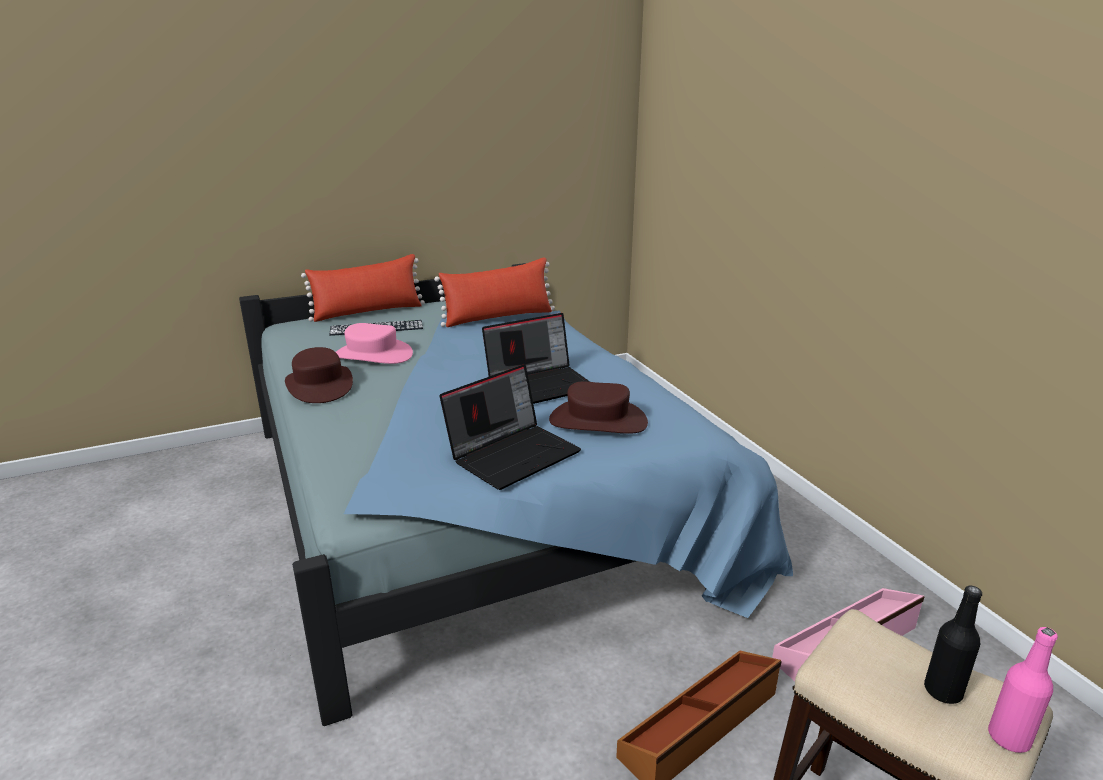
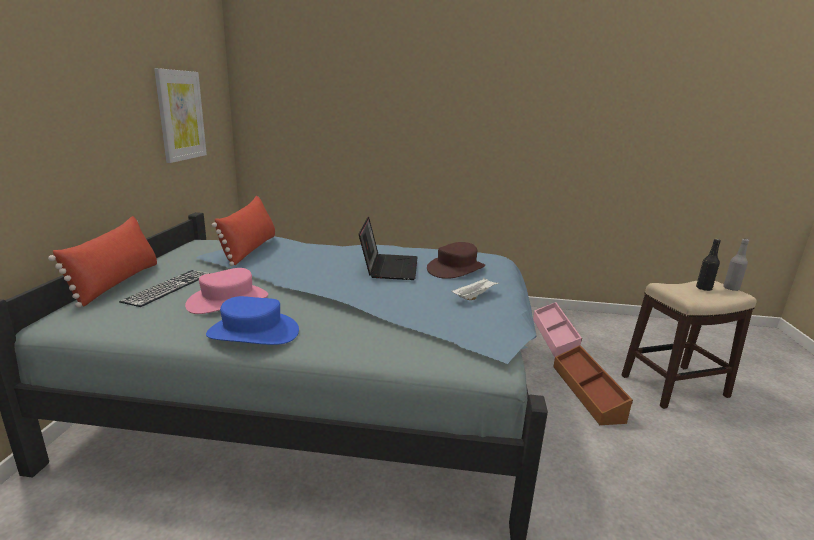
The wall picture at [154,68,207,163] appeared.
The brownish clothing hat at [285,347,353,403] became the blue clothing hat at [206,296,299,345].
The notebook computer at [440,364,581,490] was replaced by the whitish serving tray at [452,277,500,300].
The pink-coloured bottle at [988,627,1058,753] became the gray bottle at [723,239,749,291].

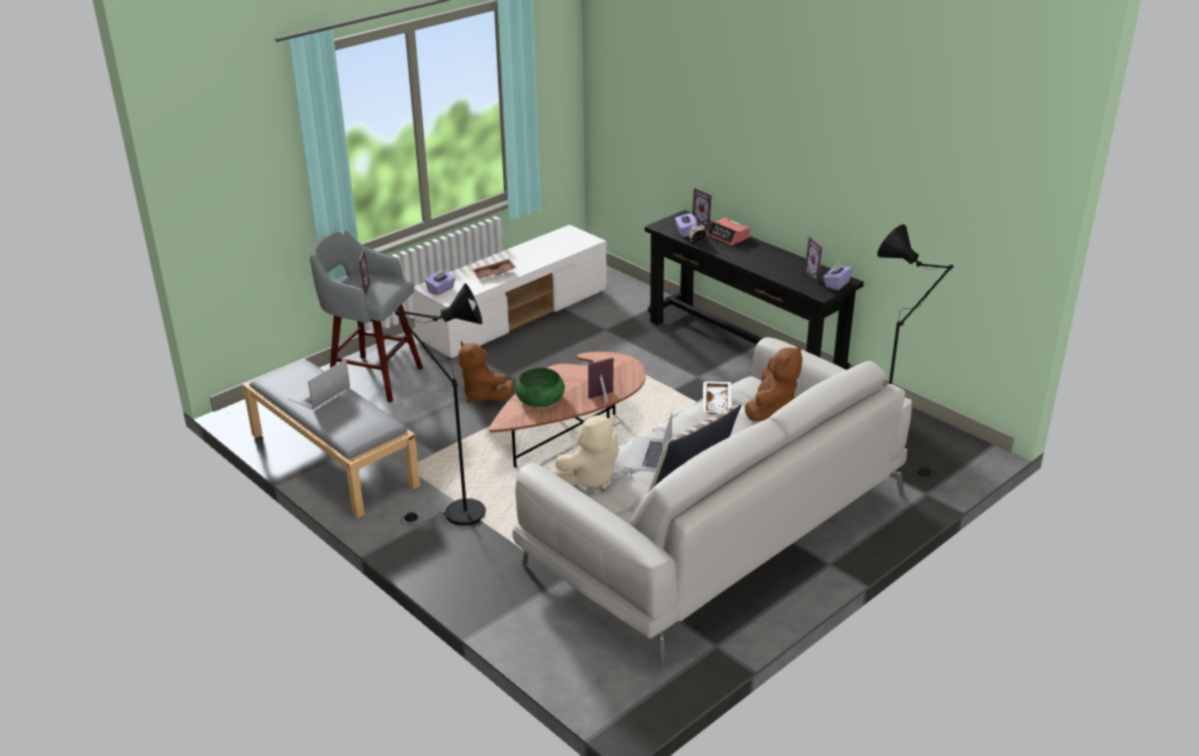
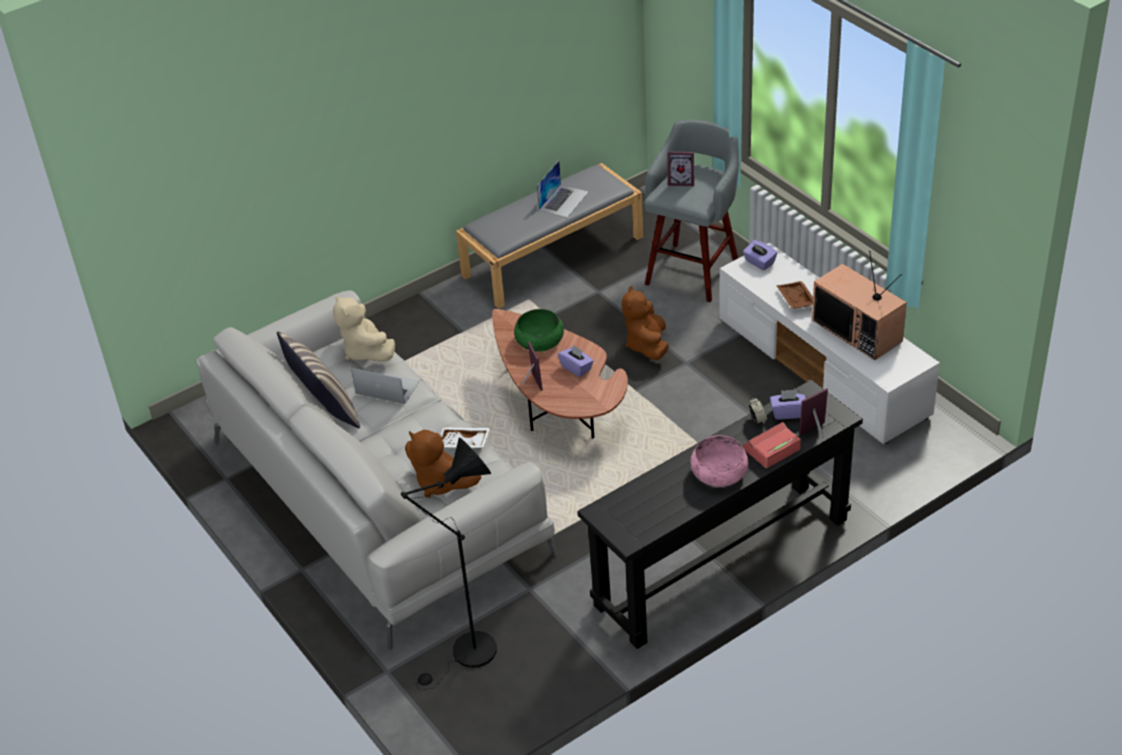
The notebook computer at [288,359,350,410] turned 75 degrees clockwise.
The purple-coloured box of tissues moved from [823,261,853,290] to [558,345,594,377].
The brownish soft toy at [458,341,513,403] turned 60 degrees counterclockwise.
The pink-coloured serving bowl at [690,435,749,487] appeared.
The television at [812,251,907,360] appeared.
The black standing lamp at [395,283,486,526] disappeared.
The picture frame at [805,237,824,283] disappeared.

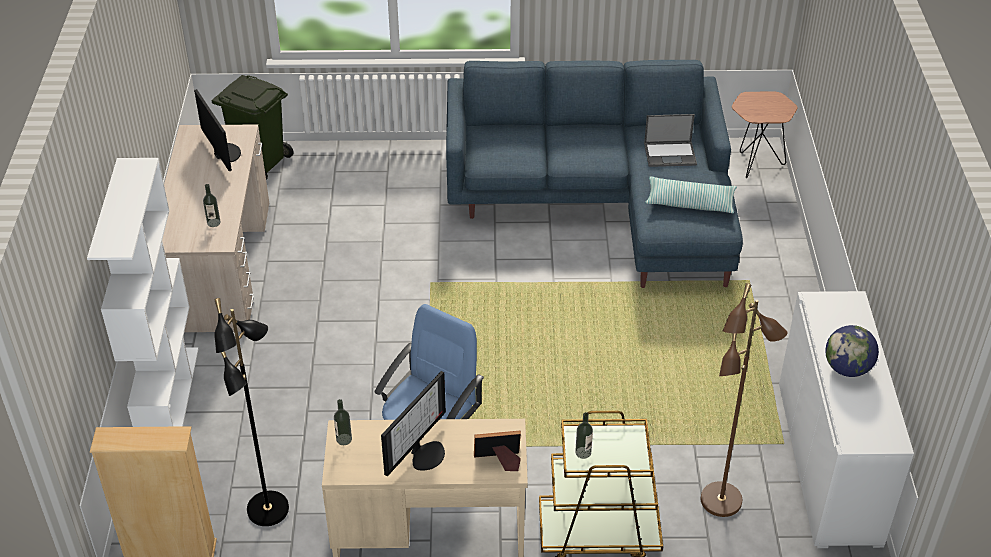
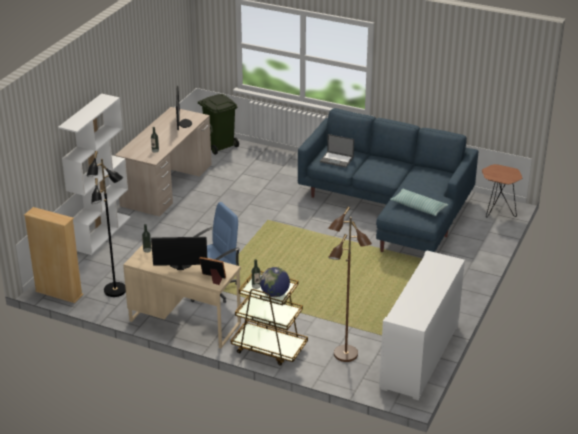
The computer screen at [381,371,446,476] turned 150 degrees counterclockwise.
The desk globe moved from [825,325,879,377] to [260,267,290,297].
The notebook computer moved from [644,114,697,167] to [320,134,354,168].

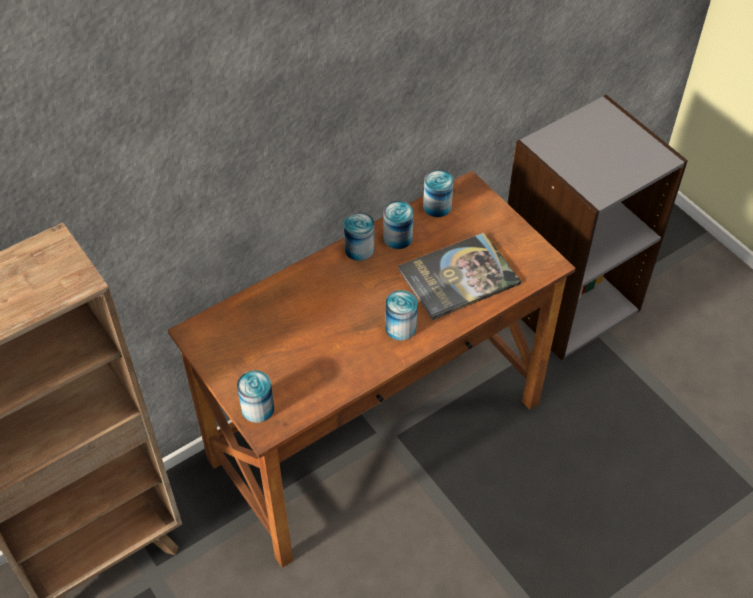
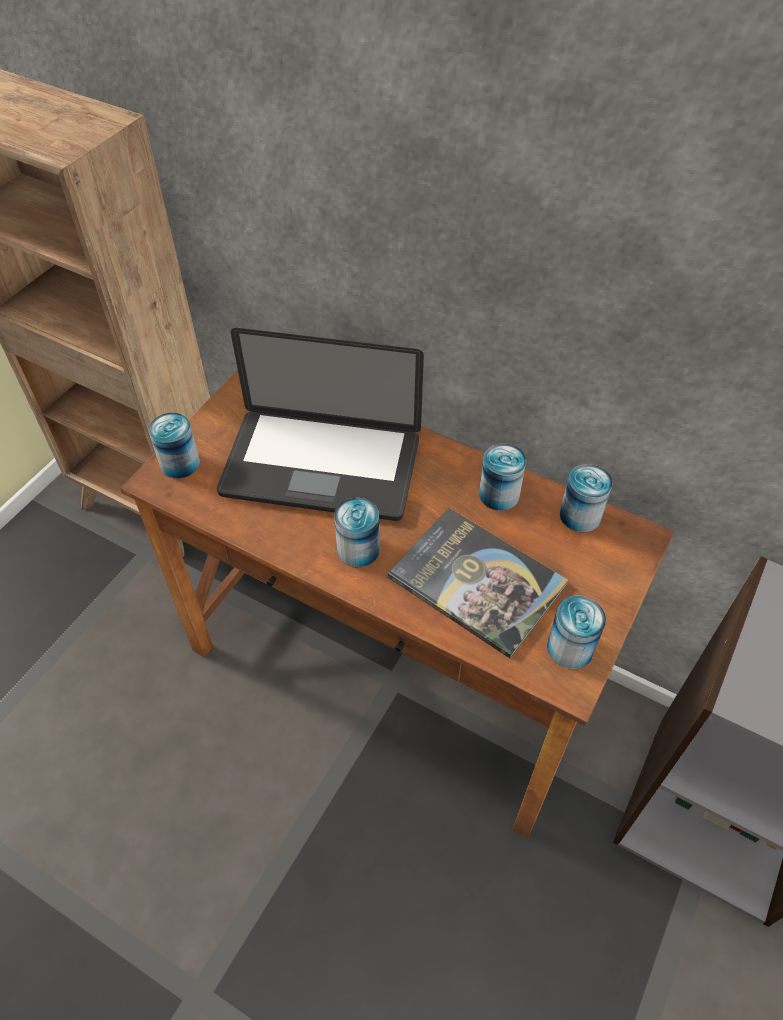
The notebook computer at [217,328,424,521] appeared.
The metal can moved from [344,212,374,261] to [547,596,606,669].

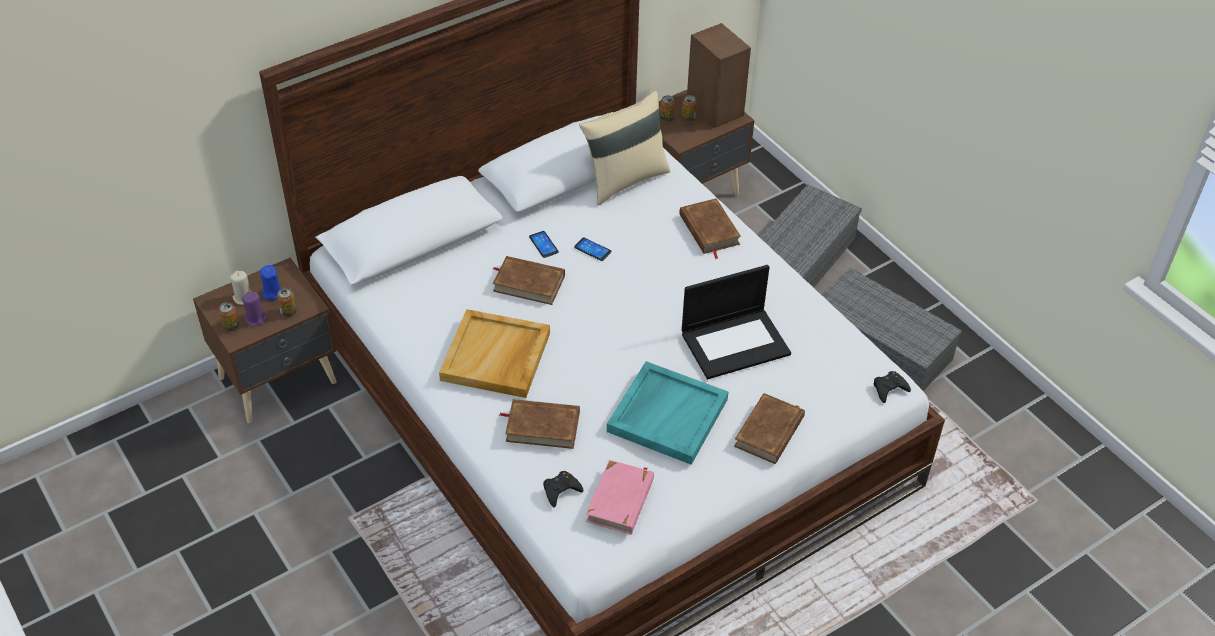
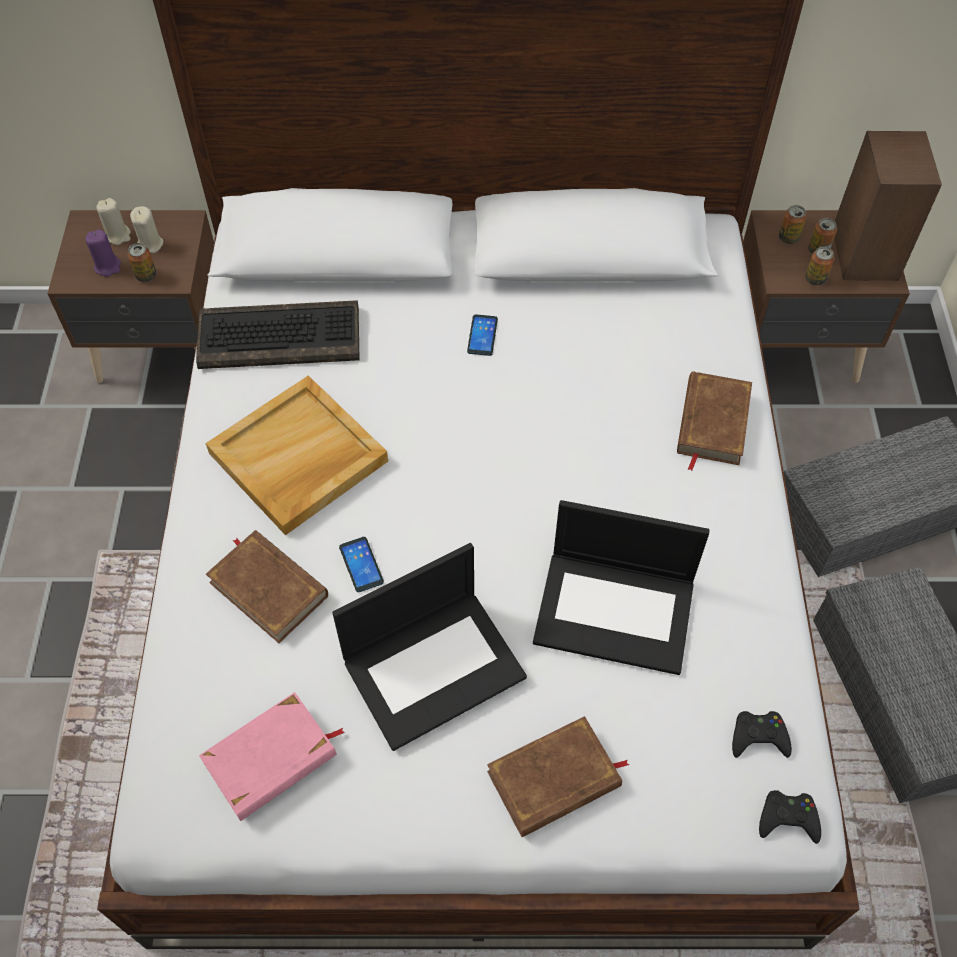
The blue candle at [260,265,282,301] became the beige candle at [130,206,163,253].
The PC keyboard at [196,300,360,369] appeared.
The turquoise serving tray at [607,361,728,465] was replaced by the notebook computer at [332,543,527,751].
The handset moved from [574,237,611,261] to [339,537,384,592].
The black game controller moved from [543,471,583,507] to [732,711,792,758].
The metal can moved from [218,302,239,331] to [805,246,834,286].
The brownish book at [492,256,565,305] disappeared.
The beige cushion at [579,91,670,206] disappeared.

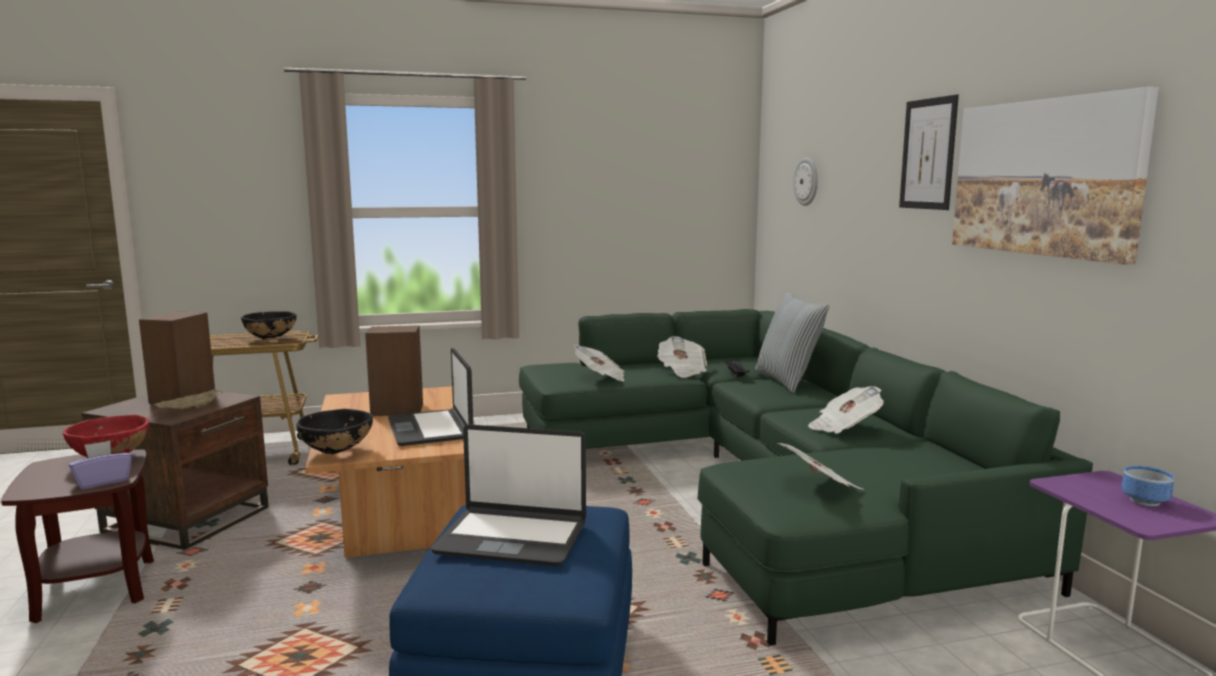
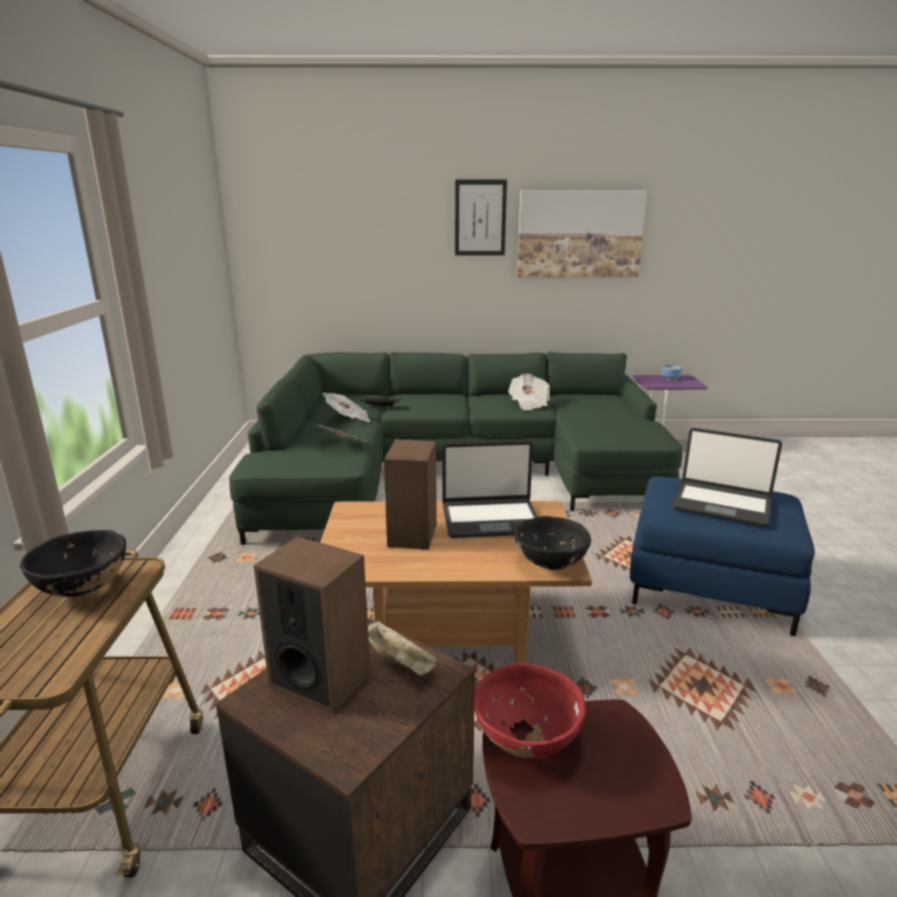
The notebook computer at [431,424,586,566] turned 90 degrees clockwise.
The purple-coloured box of tissues at [69,440,132,489] disappeared.
The cushion at [755,292,830,393] disappeared.
The printed paper at [778,443,865,490] disappeared.
The wall clock at [793,158,818,206] disappeared.

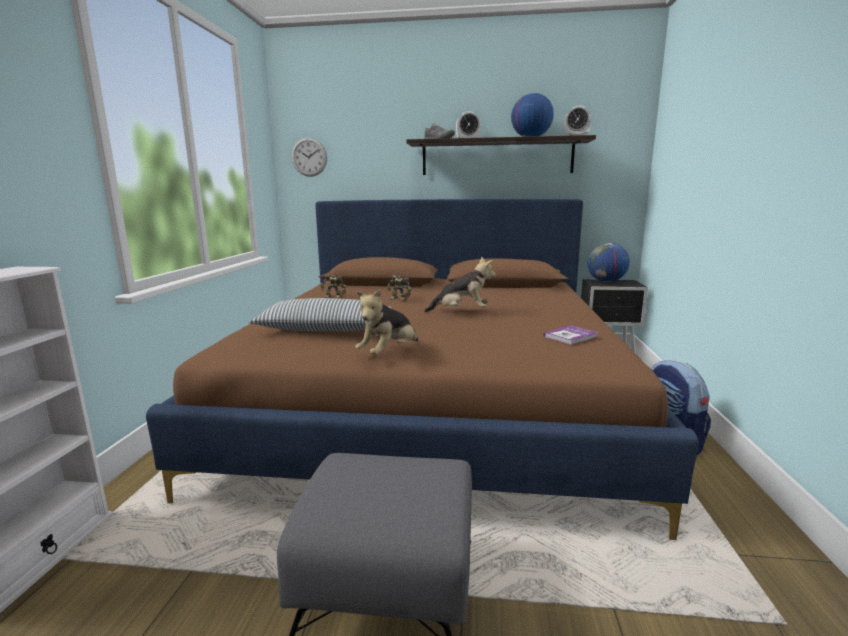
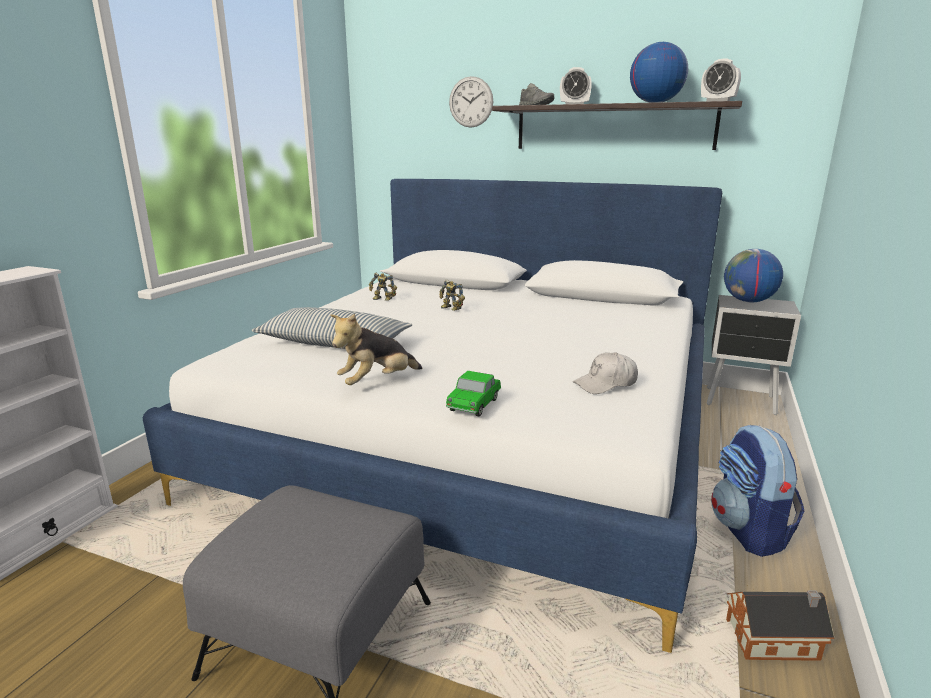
The brownish bedroom bed at [146,199,699,540] became the whitish bedroom bed at [143,179,722,653].
The model car at [446,371,501,416] appeared.
The wall clock moved from [291,138,327,177] to [449,76,493,128].
The book at [544,325,598,345] was replaced by the whitish cap at [573,352,638,394].
The miniature house at [726,590,834,661] appeared.
The soft toy at [424,256,496,312] disappeared.

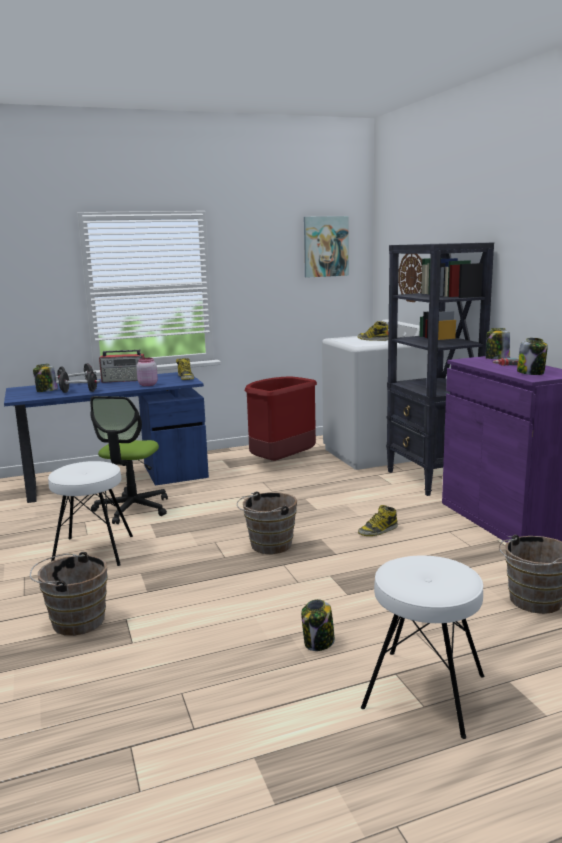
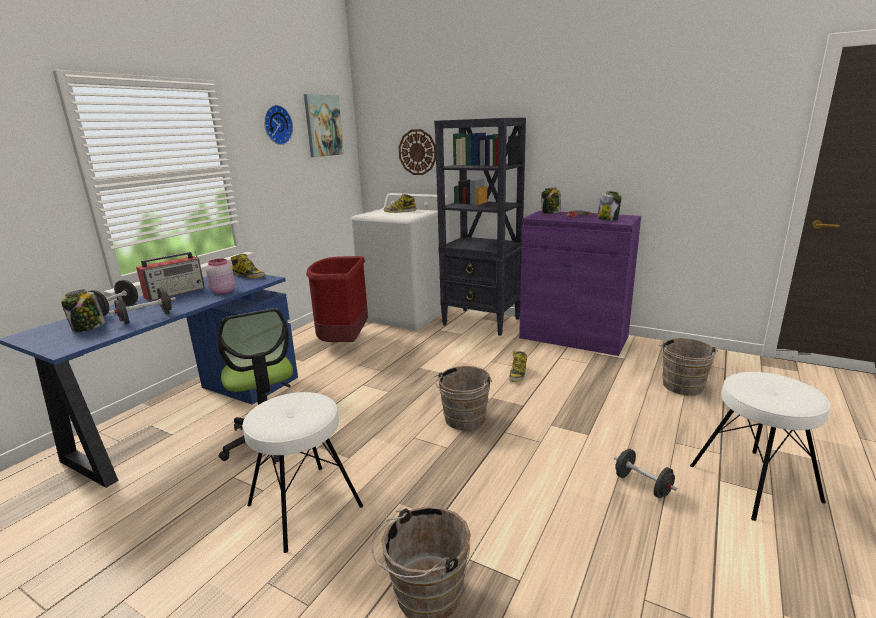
The wall clock at [264,105,293,145] appeared.
The preserve jar at [301,599,335,651] was replaced by the black free weight at [614,449,677,499].

